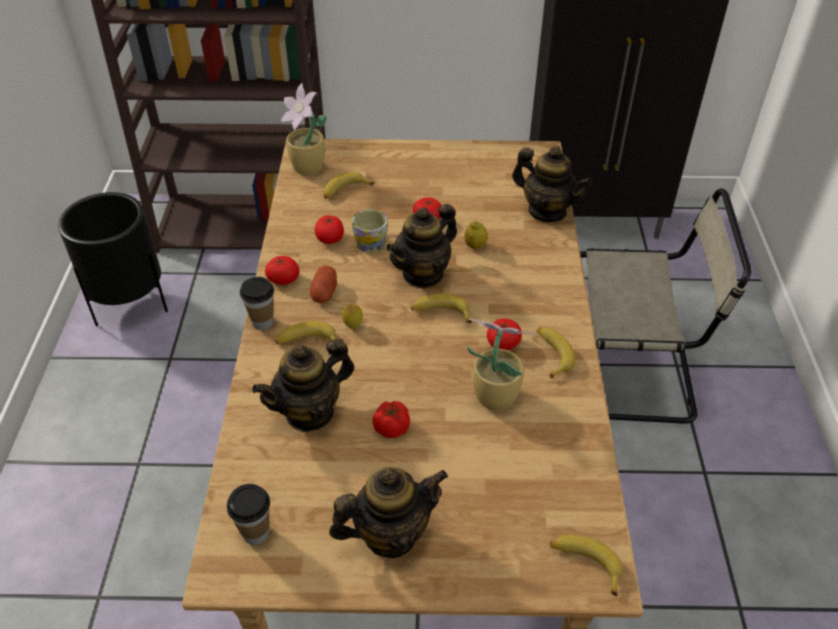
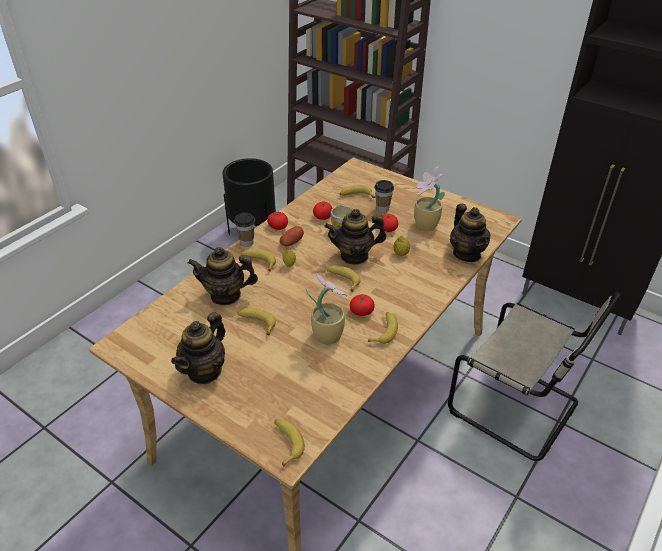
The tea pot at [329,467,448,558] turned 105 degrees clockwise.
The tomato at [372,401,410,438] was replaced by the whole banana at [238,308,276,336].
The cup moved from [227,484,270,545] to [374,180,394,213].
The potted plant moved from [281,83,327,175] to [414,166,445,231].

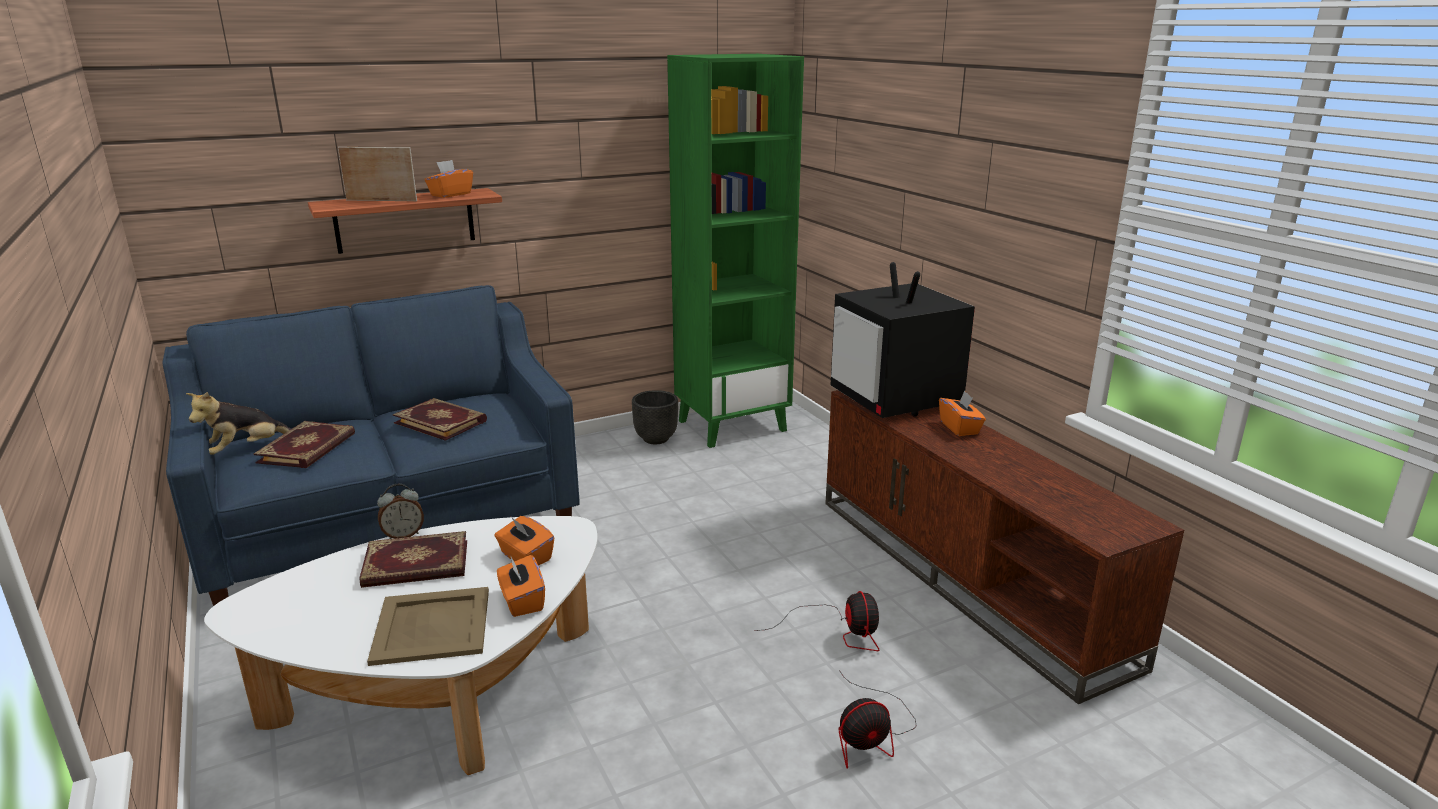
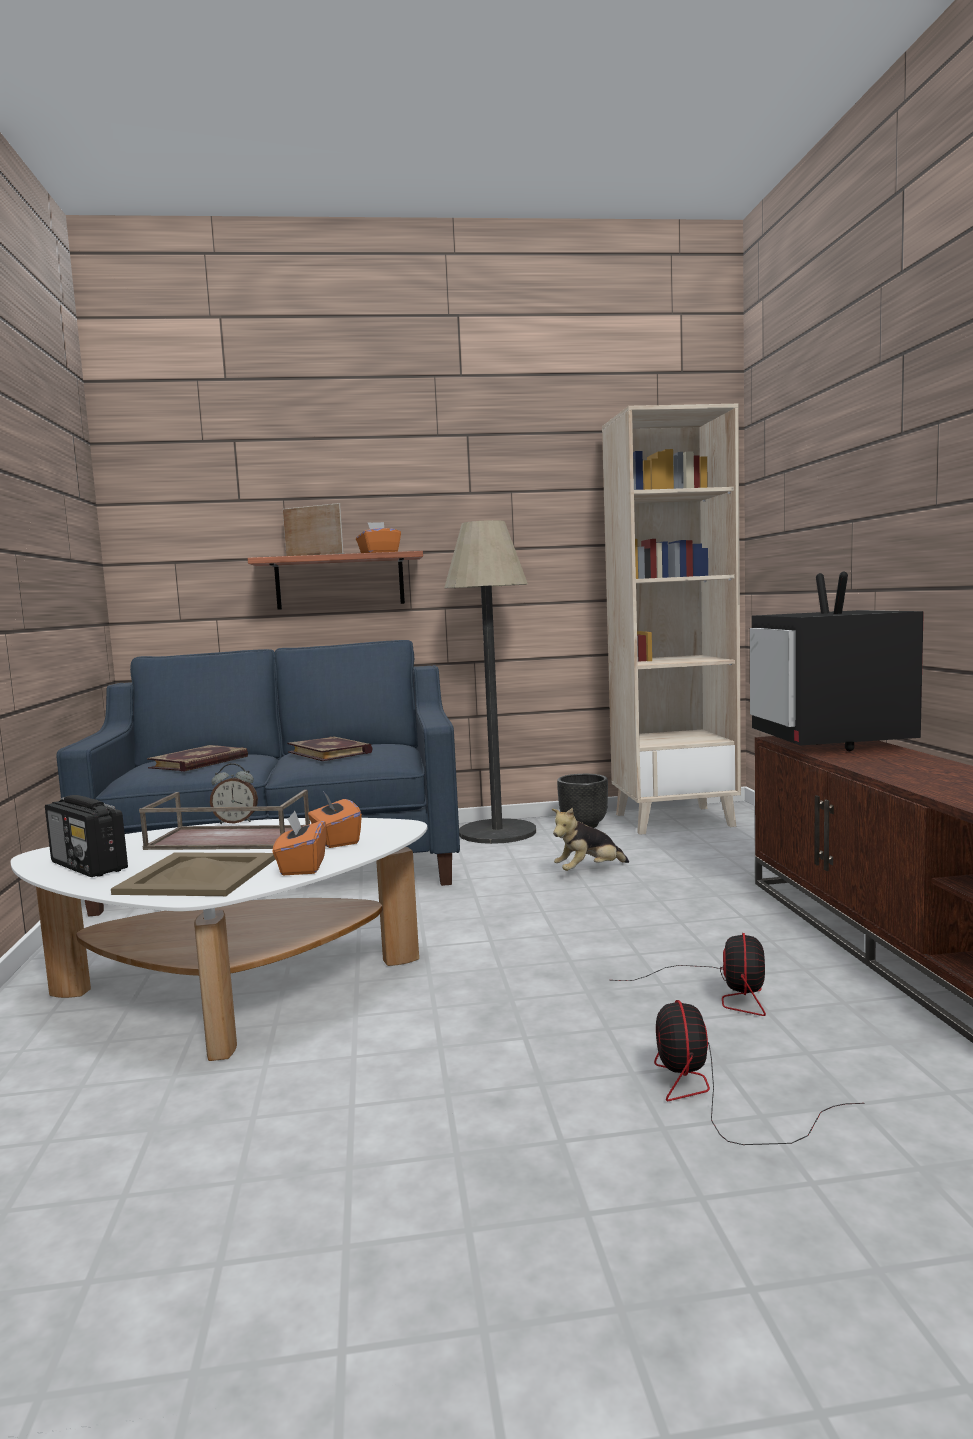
The radio set at [45,795,128,877] appeared.
The book at [359,531,467,588] was replaced by the brownish serving tray at [139,790,310,850].
The standing lamp at [444,520,536,844] appeared.
The soft toy moved from [186,392,292,455] to [552,808,629,871].
The green bookshelf at [667,54,804,448] became the beige bookshelf at [602,404,741,835].
The cooling fan at [839,670,916,769] turned 90 degrees clockwise.
The orange box of tissues at [939,391,986,436] disappeared.

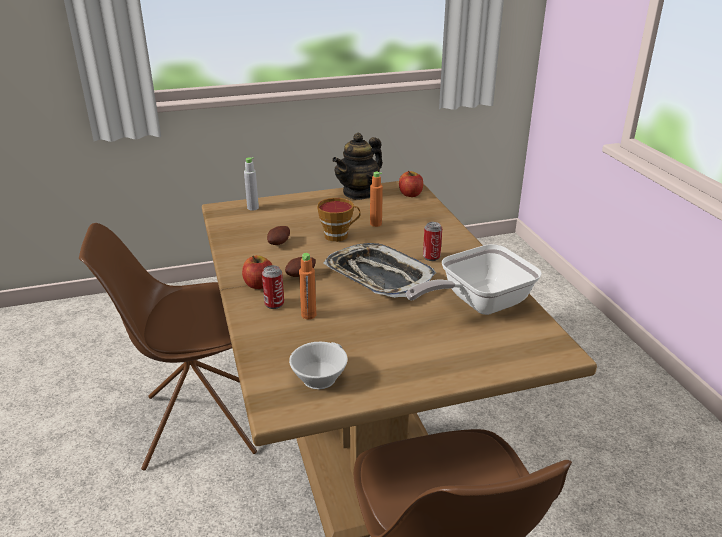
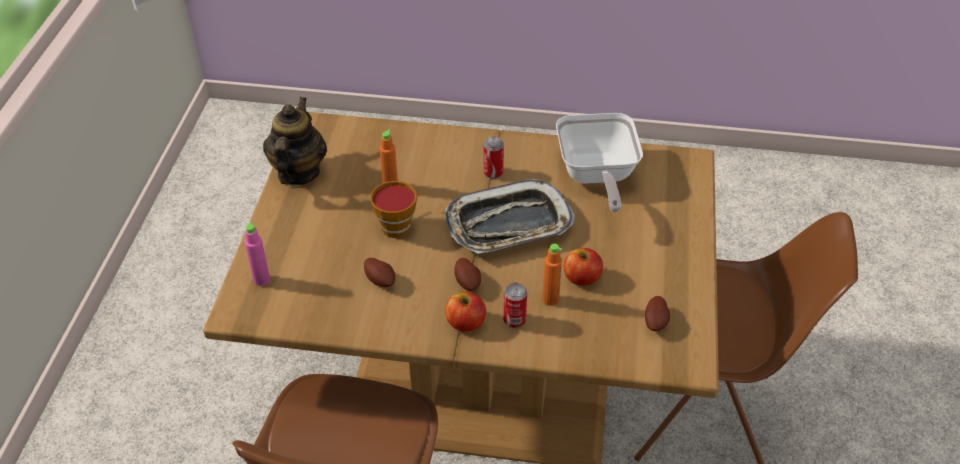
The gray bottle at [244,157,259,211] became the pink-coloured bottle at [245,222,270,286].
The tea pot at [332,132,383,200] turned 150 degrees counterclockwise.
The whole apple moved from [399,171,423,197] to [564,248,603,286].
The whitish cup at [289,342,348,390] was replaced by the whole potato at [645,296,670,331].

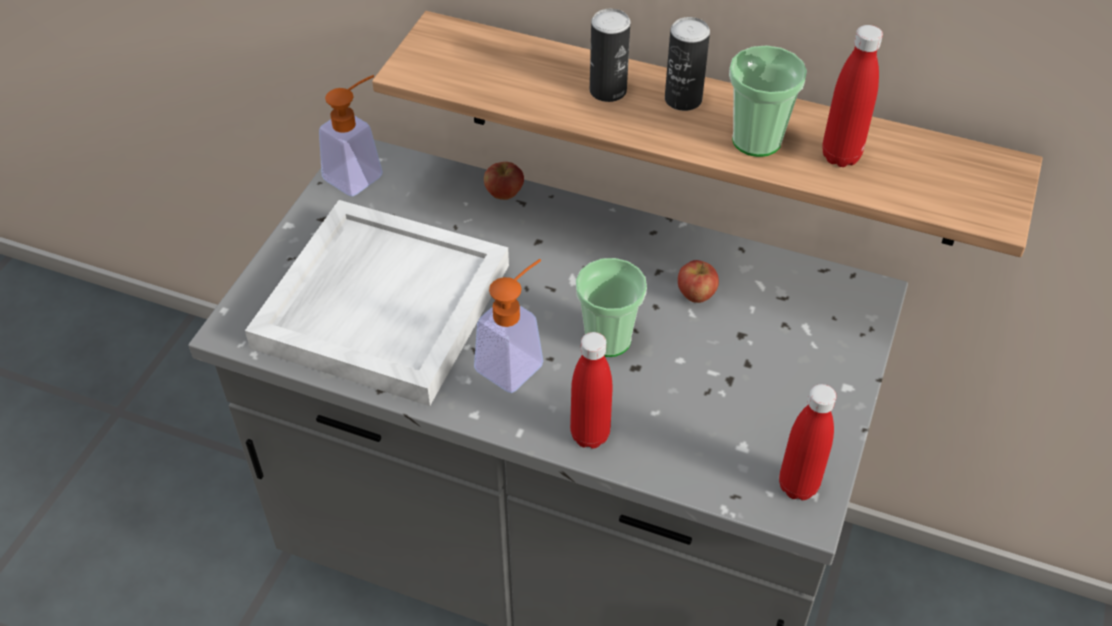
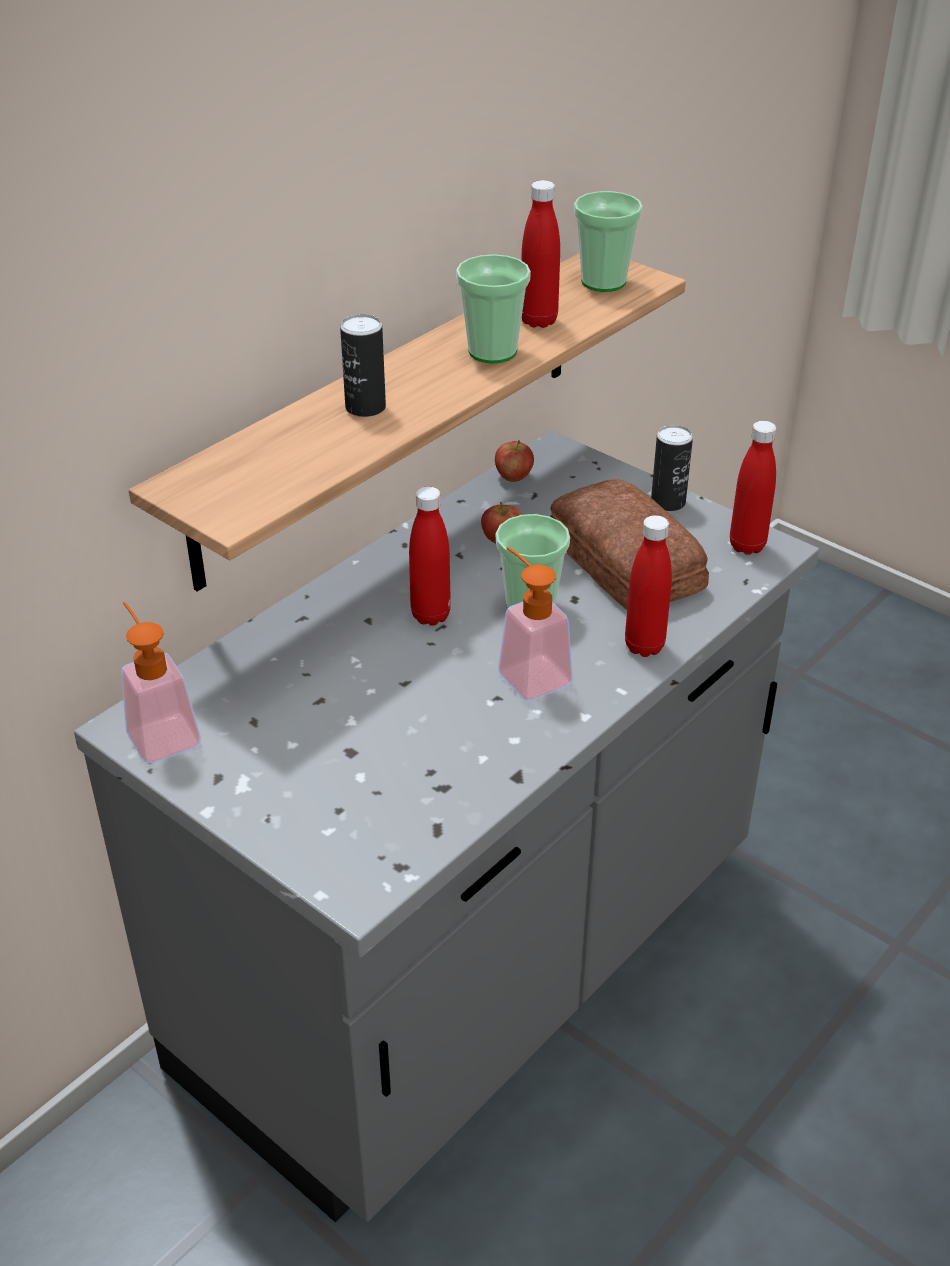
The red-coloured bottle at [409,486,451,626] appeared.
The whole apple moved from [484,162,524,200] to [495,440,534,482].
The bread at [550,479,709,610] appeared.
The cup at [574,191,643,292] appeared.
The metal can moved from [665,17,710,111] to [651,425,693,511].
The whitish serving tray at [245,200,509,406] disappeared.

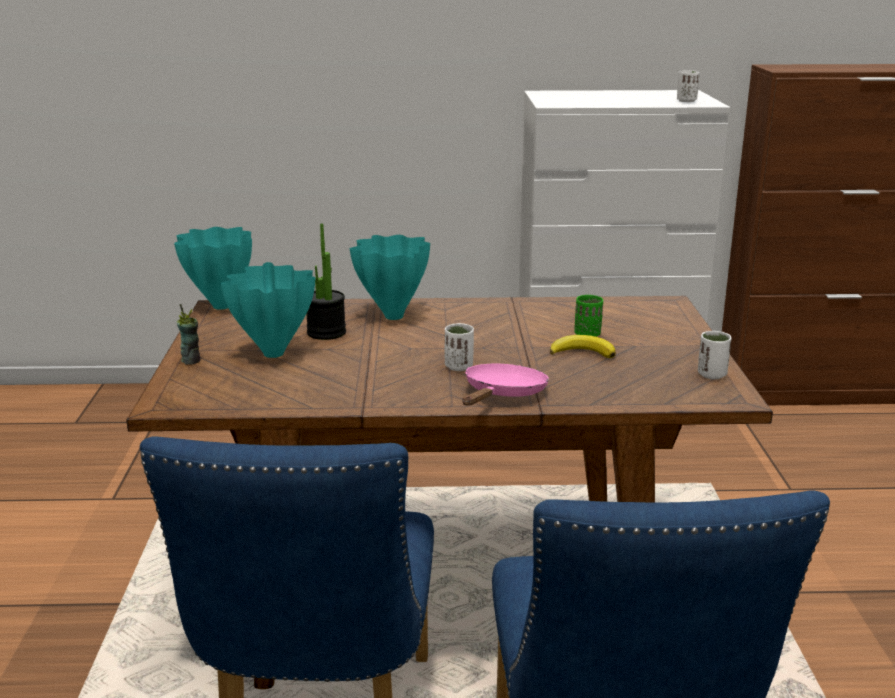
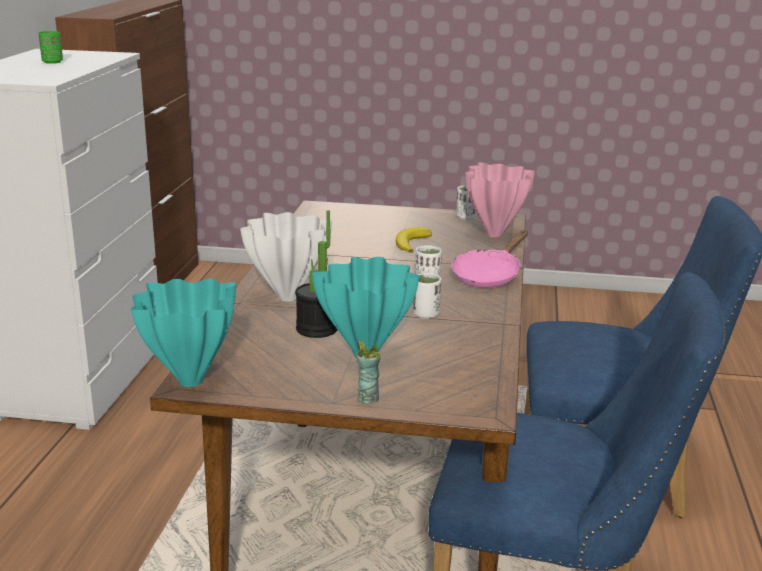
The green cup moved from [574,295,603,337] to [39,31,63,64].
The turquoise flower vase at [350,235,430,320] became the whitish flower vase at [240,212,332,302].
The whitish cup moved from [677,71,700,102] to [413,273,441,319].
The pink-coloured pan at [462,364,549,406] turned 90 degrees counterclockwise.
The pink-coloured flower vase at [465,162,535,237] appeared.

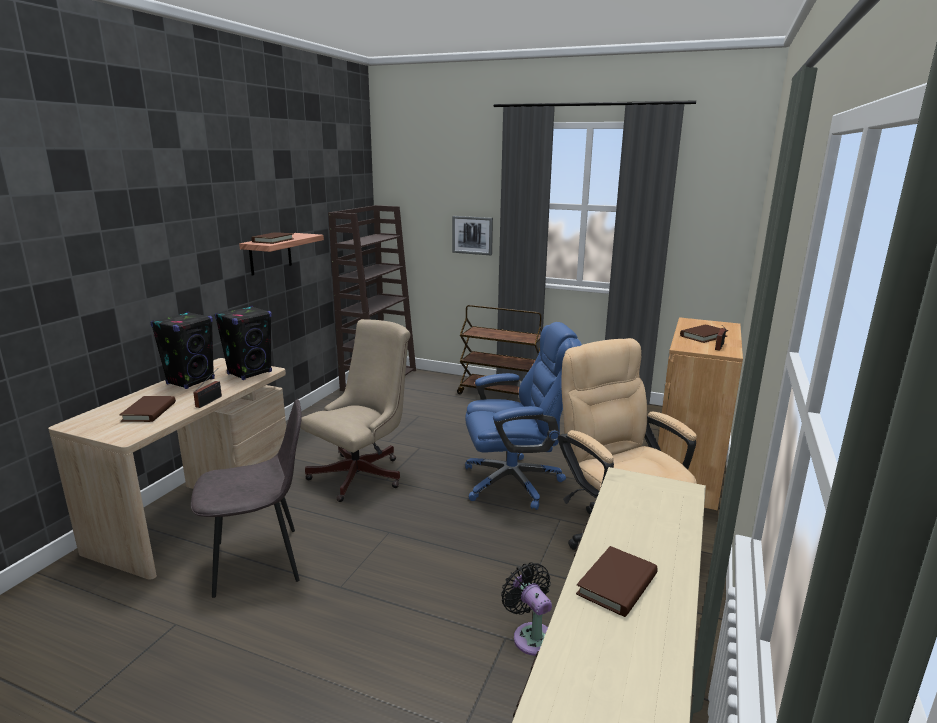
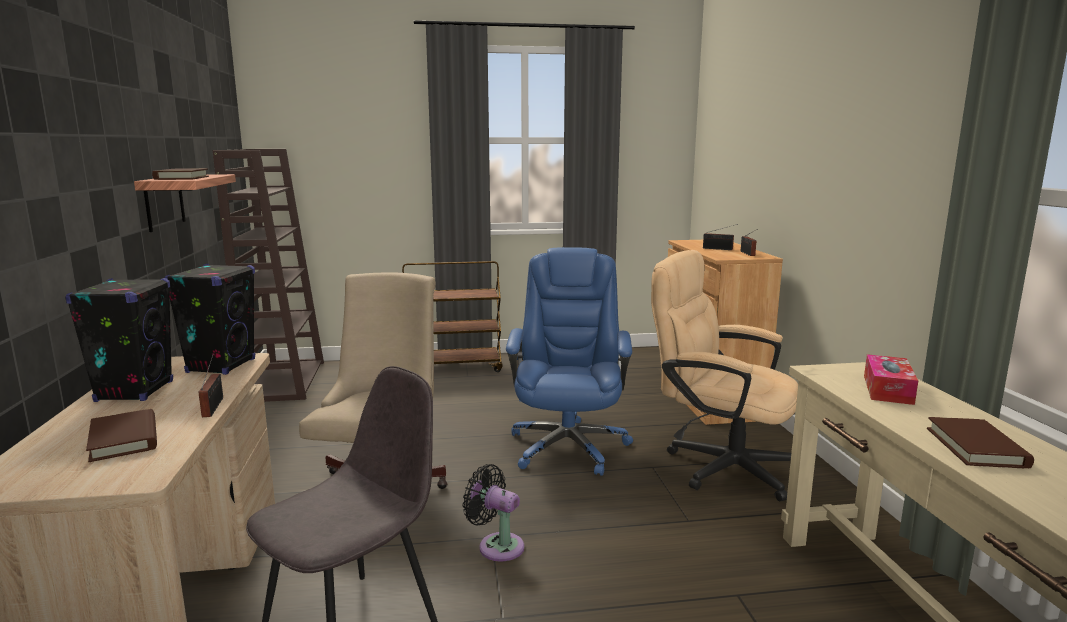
The black cooling fan moved from [501,562,552,656] to [463,464,524,561].
The blue computer chair at [465,322,582,510] turned 45 degrees counterclockwise.
The brownish book at [680,324,728,343] was replaced by the radio set at [703,224,738,250].
The box of tissues at [864,354,918,405] appeared.
The wall picture at [452,216,493,255] disappeared.

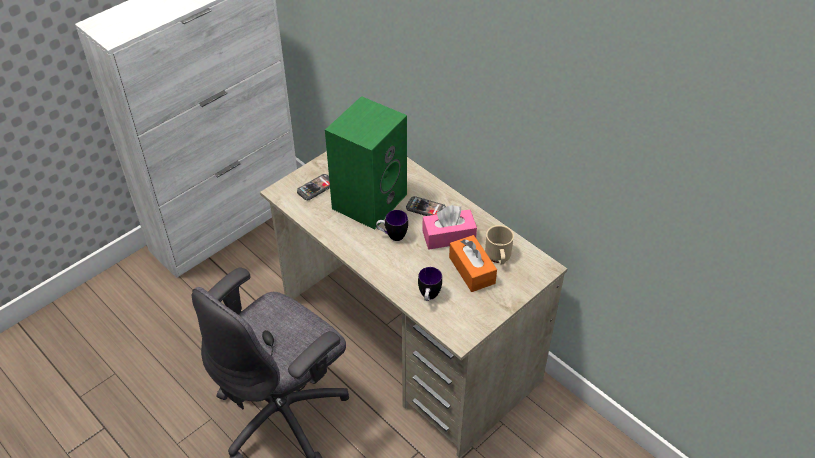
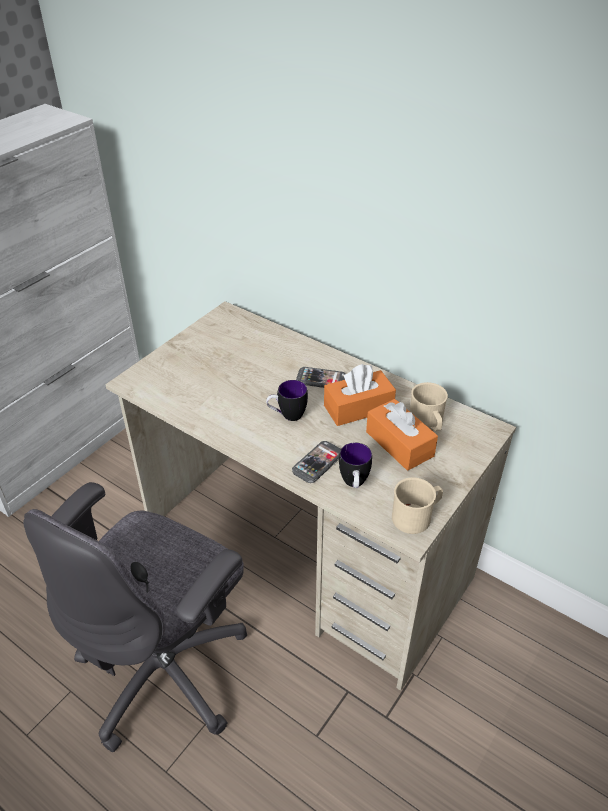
The handset moved from [297,174,330,200] to [292,441,341,483].
The pink-coloured box of tissues at [422,205,477,249] became the orange box of tissues at [324,364,396,426].
The beige coffee mug at [392,477,443,534] appeared.
The green loudspeaker at [325,96,407,230] disappeared.

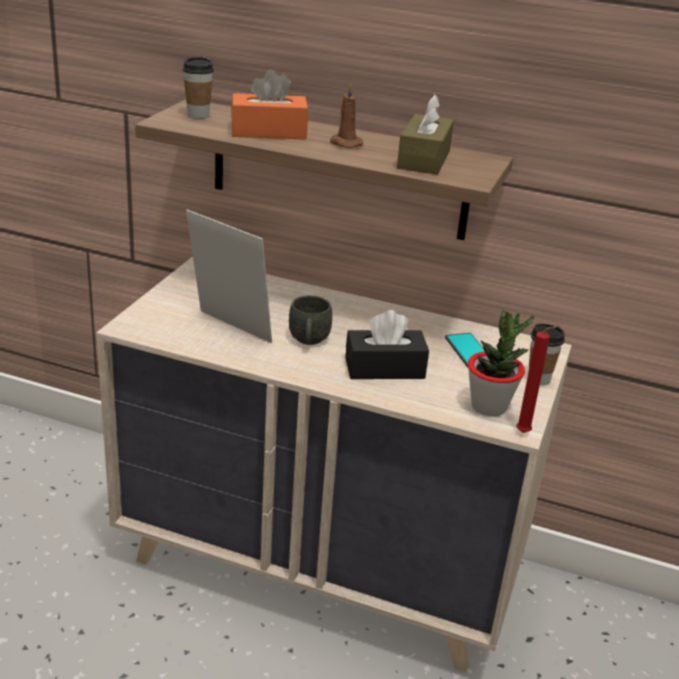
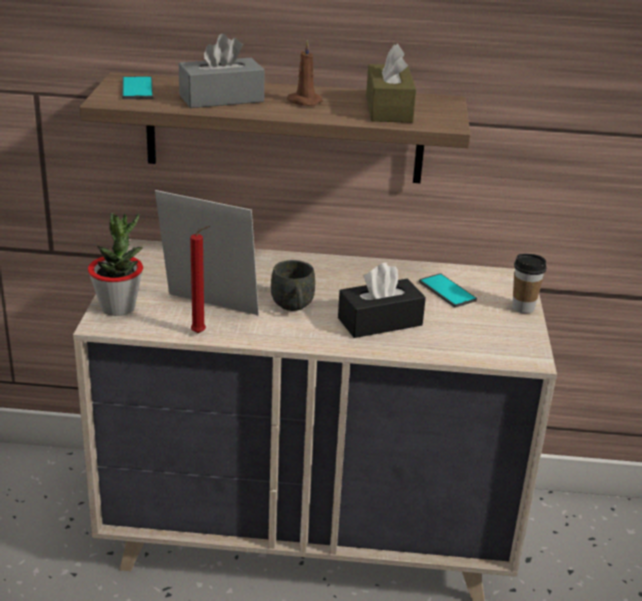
The potted plant moved from [468,310,534,417] to [88,213,143,316].
The cup at [182,57,214,119] was replaced by the handset at [122,76,153,99].
The orange box of tissues at [231,69,308,140] became the gray box of tissues at [179,34,265,108].
The red-coloured candle moved from [516,326,560,433] to [190,226,210,333].

